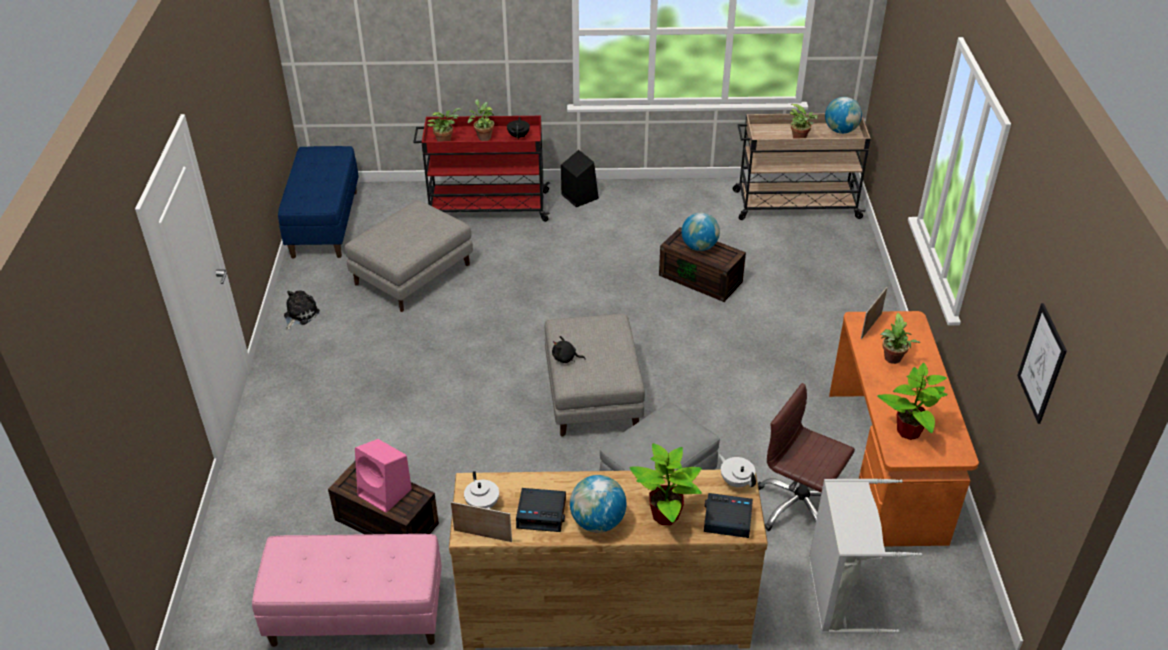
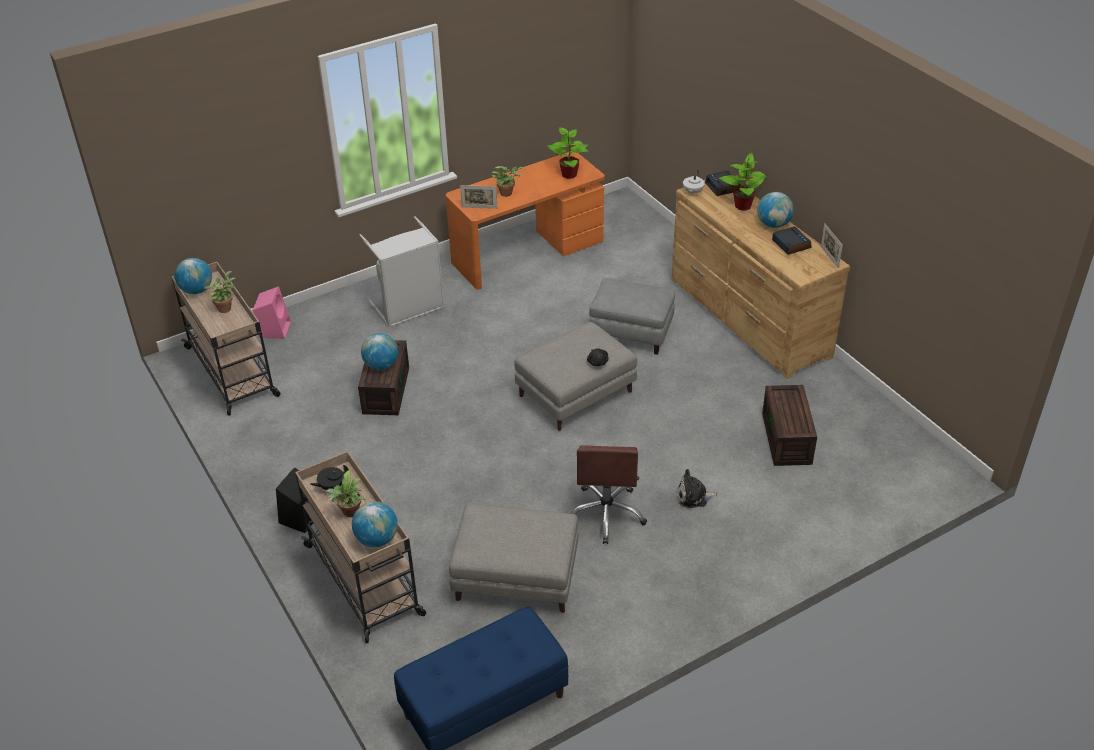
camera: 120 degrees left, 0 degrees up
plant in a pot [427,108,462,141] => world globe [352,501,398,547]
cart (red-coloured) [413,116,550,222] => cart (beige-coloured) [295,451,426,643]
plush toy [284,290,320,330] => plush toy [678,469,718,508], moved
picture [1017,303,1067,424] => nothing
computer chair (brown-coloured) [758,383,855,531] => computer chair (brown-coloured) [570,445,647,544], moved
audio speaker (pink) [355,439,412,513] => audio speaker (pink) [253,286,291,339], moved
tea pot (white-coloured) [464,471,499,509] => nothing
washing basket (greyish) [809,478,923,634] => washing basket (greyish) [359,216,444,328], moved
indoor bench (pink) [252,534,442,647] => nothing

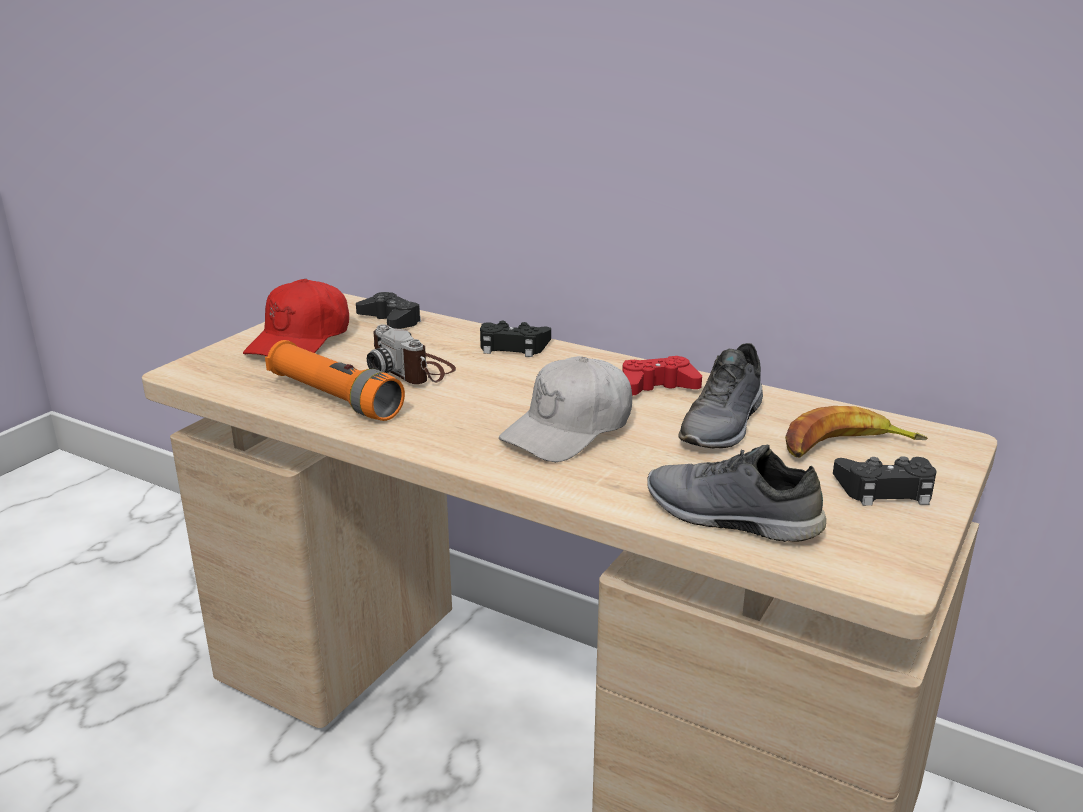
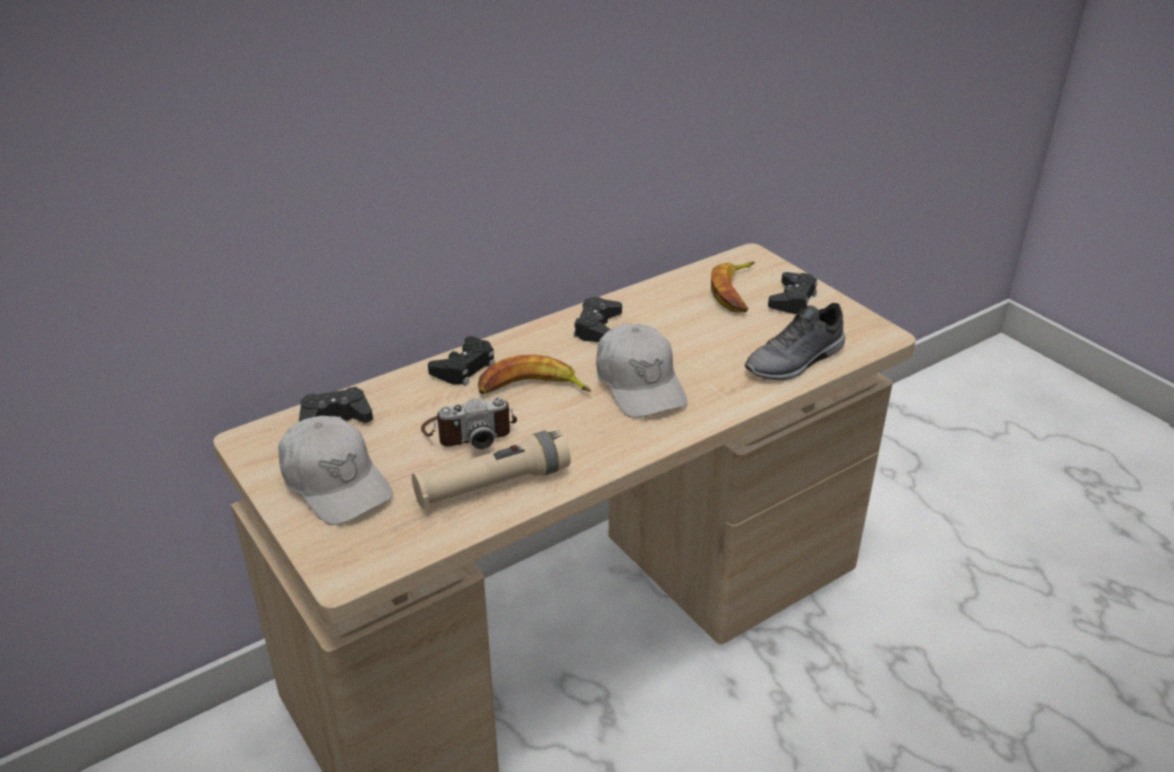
camera: 65 degrees left, 10 degrees up
baseball cap (red-coloured) [243,279,349,356] => baseball cap (white-coloured) [278,416,393,525]
torch (orange) [265,340,405,421] => torch (beige-coloured) [412,429,571,509]
low shoe (greyish) [678,343,763,448] => nothing
joypad (red-coloured) [622,356,702,395] => joypad (blackish) [574,297,622,342]
nothing => banana [478,355,591,394]

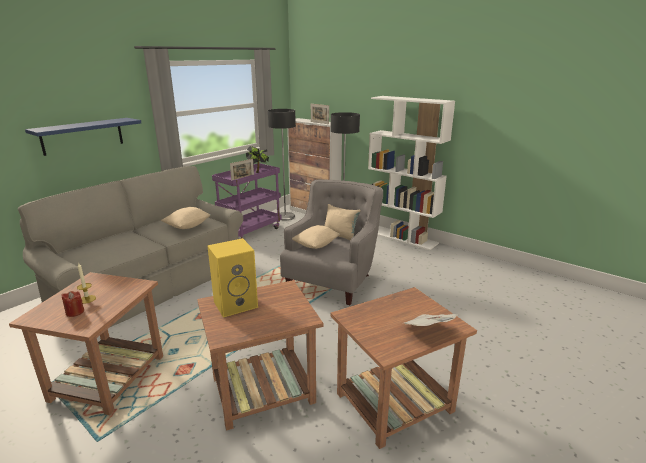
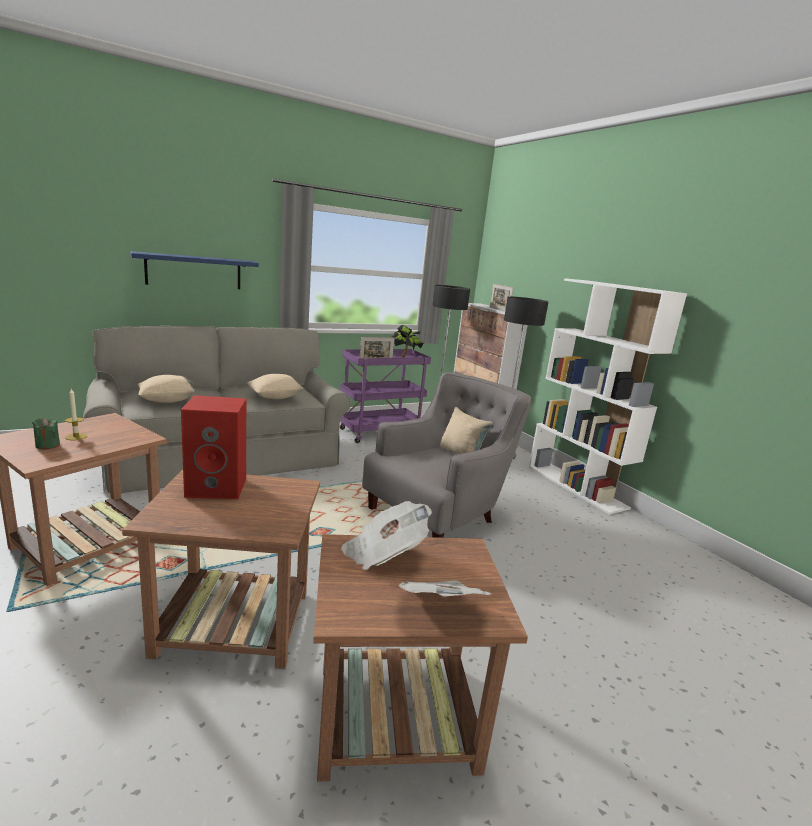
camera: 20 degrees right, 5 degrees down
cushion (beige-coloured) [292,225,340,249] => cushion (beige-coloured) [138,375,196,403], moved
audio speaker (yellow-coloured) [207,238,258,318] => audio speaker (red-coloured) [181,395,246,499]
candle (red-coloured) [62,291,84,317] => candle (green) [32,418,60,449]
nothing => printed paper [341,501,432,570]

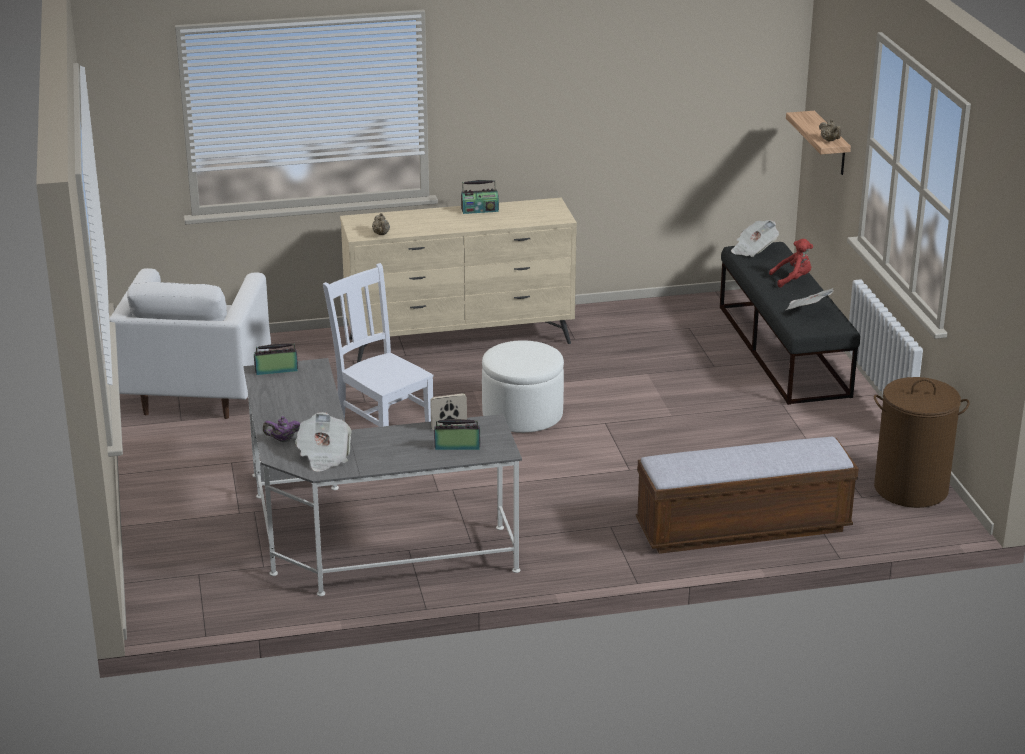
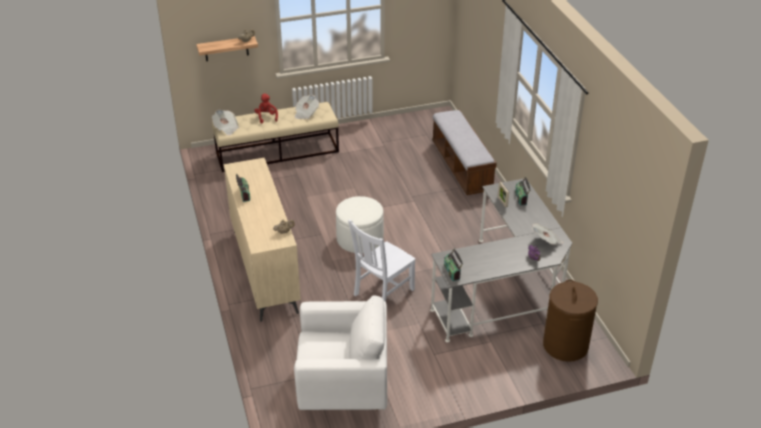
camera: 95 degrees left, 10 degrees up
indoor bench (blackish) [720,242,860,405] => indoor bench (beige-coloured) [212,102,339,172]
washing basket (brown-coloured) [874,377,970,508] => washing basket (brown-coloured) [543,280,598,362], moved

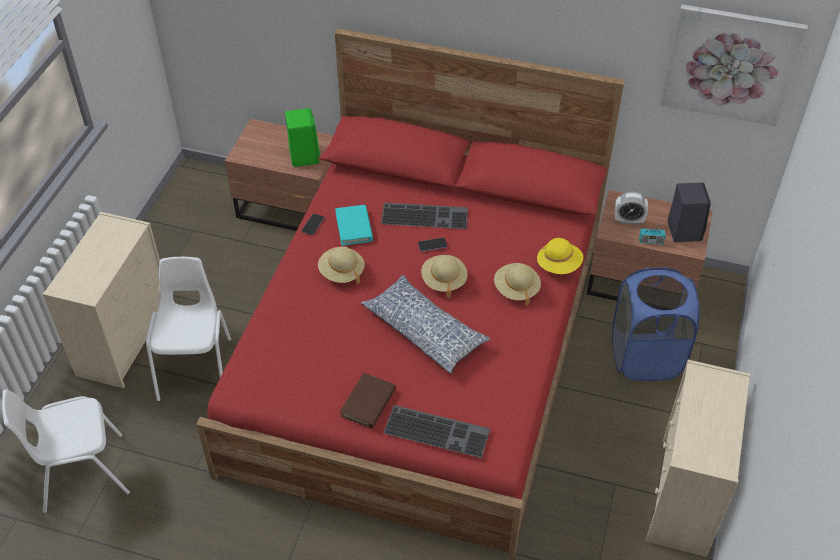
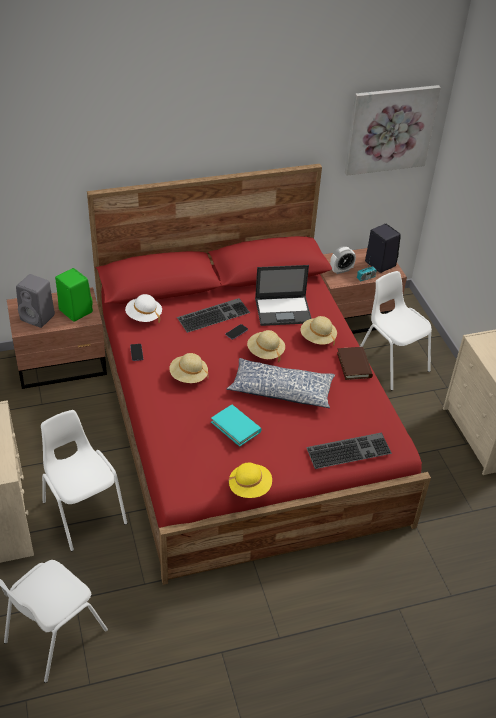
camera: 35 degrees left, 5 degrees down
volume (turquoise) [335,205,373,246] => volume (turquoise) [211,405,262,447], moved
clothing hat (yellow-coloured) [537,238,583,274] => clothing hat (yellow-coloured) [228,463,272,498], moved
washing basket (bluish) [612,267,700,381] => chair (white-coloured) [360,271,432,390]
volume (brown-coloured) [340,373,396,429] => volume (brown-coloured) [337,347,373,380], moved
nothing => notebook computer [255,265,312,326]
nothing => audio speaker (greyish) [16,274,55,328]
nothing => clothing hat (white-coloured) [125,294,162,323]

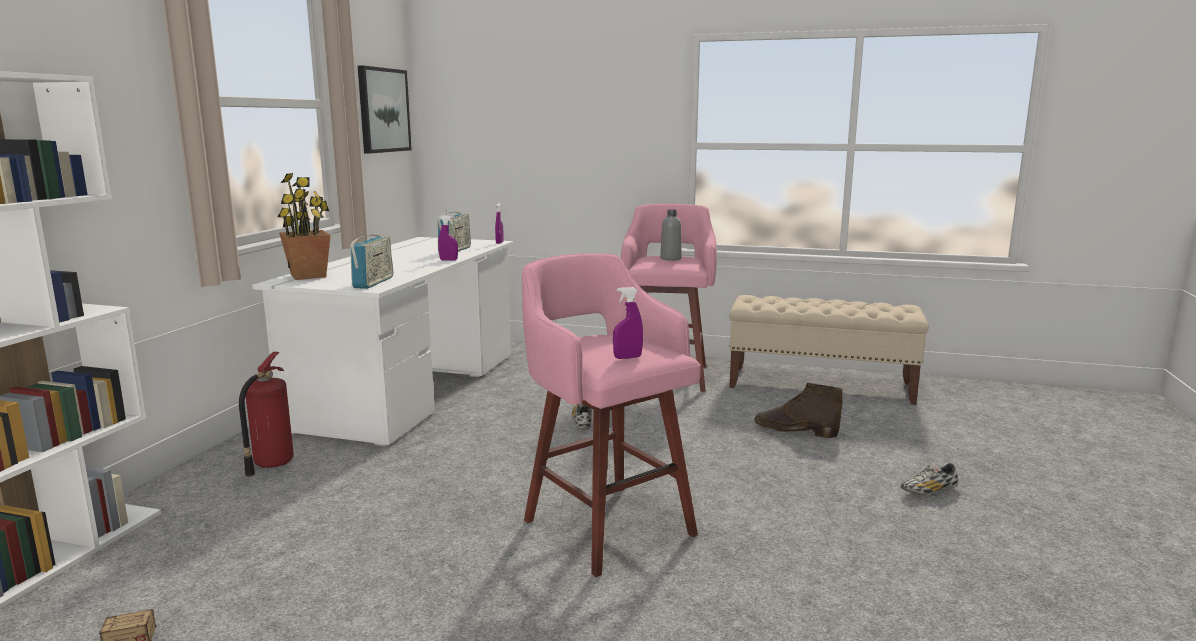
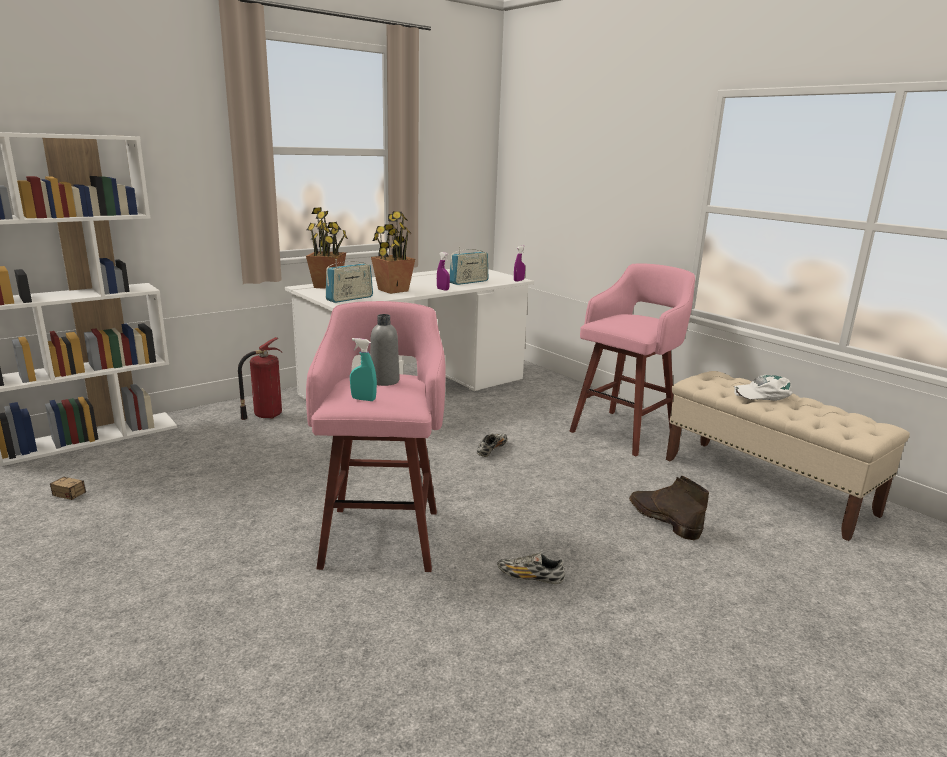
camera: 35 degrees right, 5 degrees up
picture [358,66,412,153] => nothing
drink bottle (greyish) [660,209,682,261] => drink bottle (greyish) [370,314,399,386], moved
spray bottle (purplish) [613,287,643,359] => spray bottle (turquoise) [350,338,377,401]
low shoe [901,463,958,494] => low shoe [497,552,565,584], moved
nothing => plant in a pot [371,211,415,294]
nothing => baseball cap (white-coloured) [734,375,793,401]

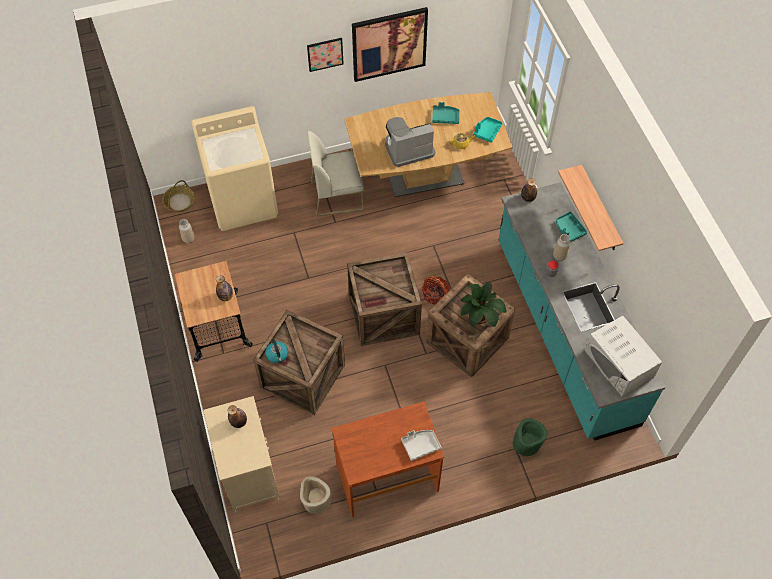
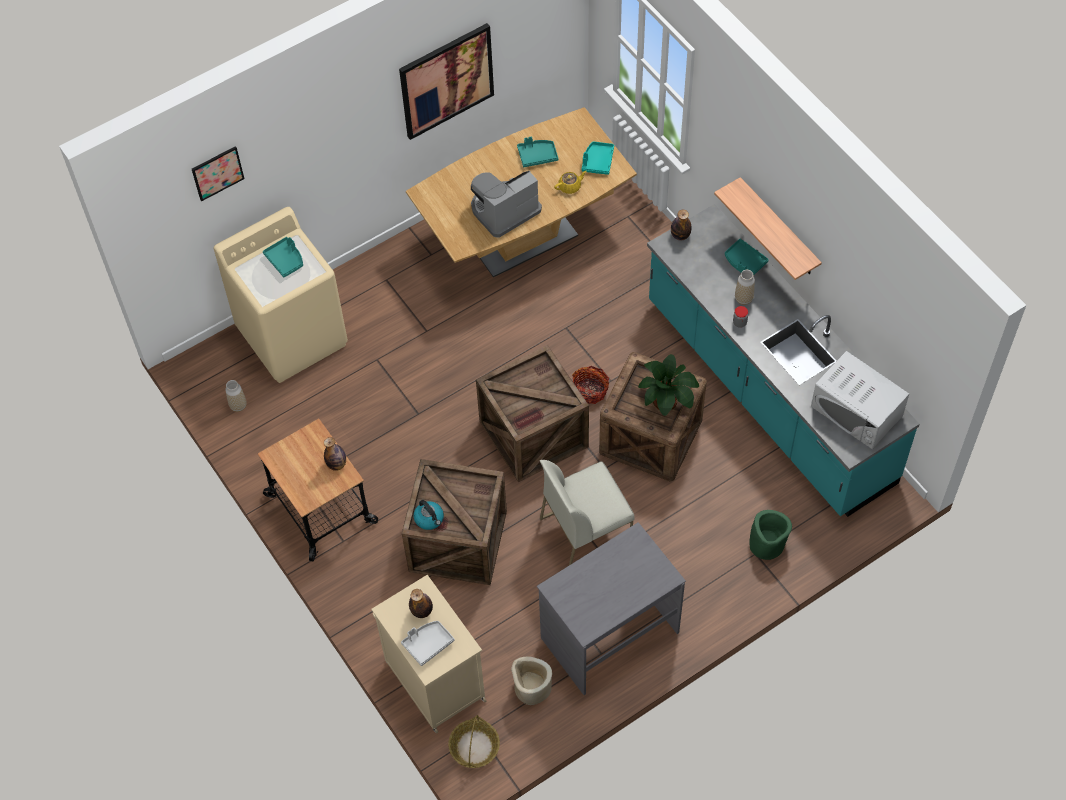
camera: 15 degrees left, 0 degrees up
picture [307,38,344,72] => picture [192,146,244,201], moved
chair (white-coloured) [307,130,364,217] => chair (white-coloured) [540,460,634,565], moved
basket [162,180,195,212] => basket [448,715,500,768], moved
desk unit (brown-coloured) [331,402,445,518] => desk unit (greyish) [537,522,686,695]
carrying tray (greyish) [401,430,442,461] => carrying tray (greyish) [401,621,455,666], moved
nothing => carrying tray (turquoise) [263,237,303,277]

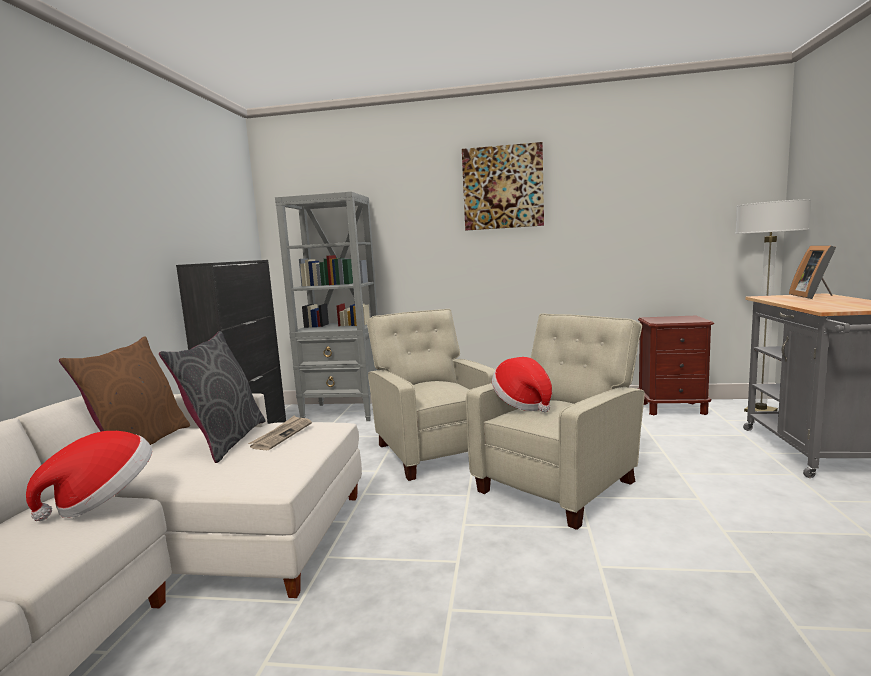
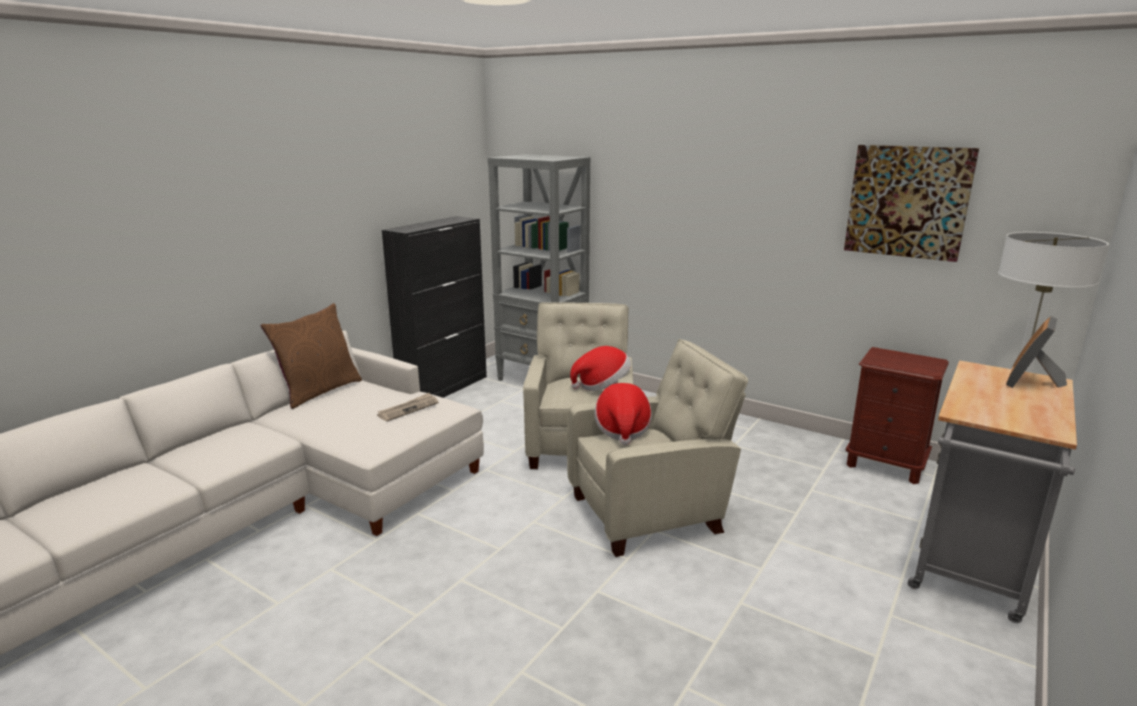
camera: 25 degrees right, 10 degrees up
picture [462,142,544,231] => picture [844,145,979,262], moved
cushion (greyish) [159,331,266,463] => nothing
clothing hat [26,431,152,521] => clothing hat [570,346,631,391], moved

